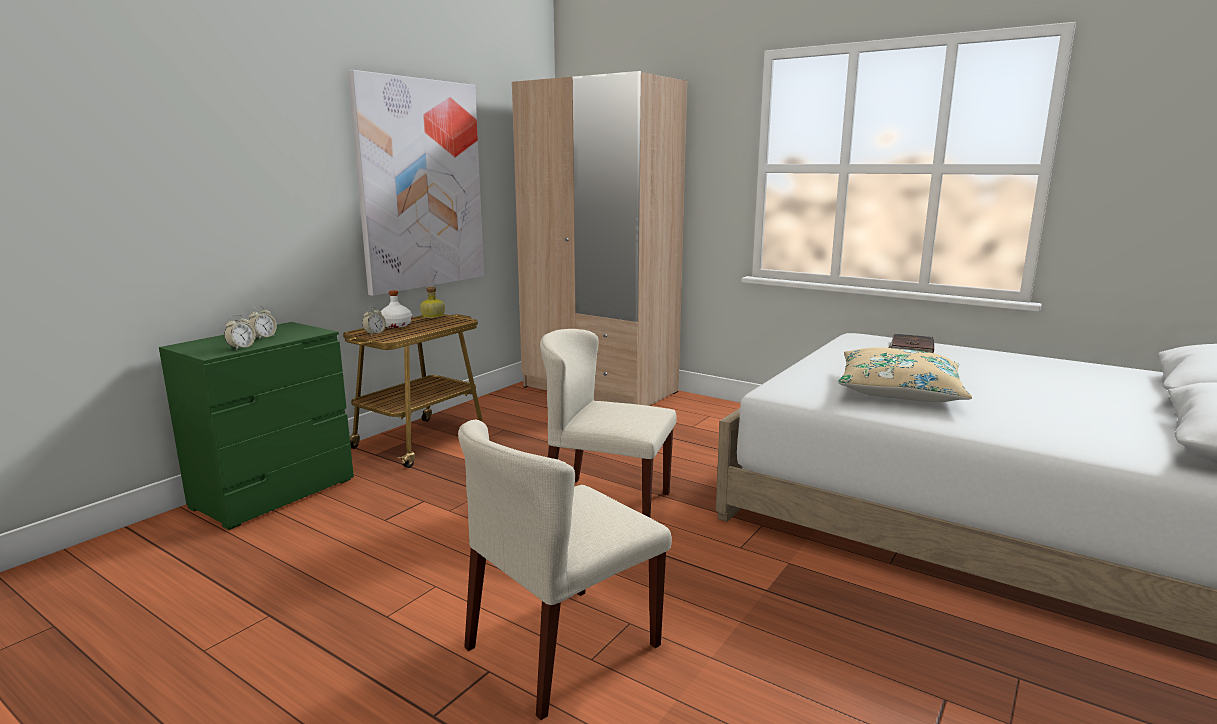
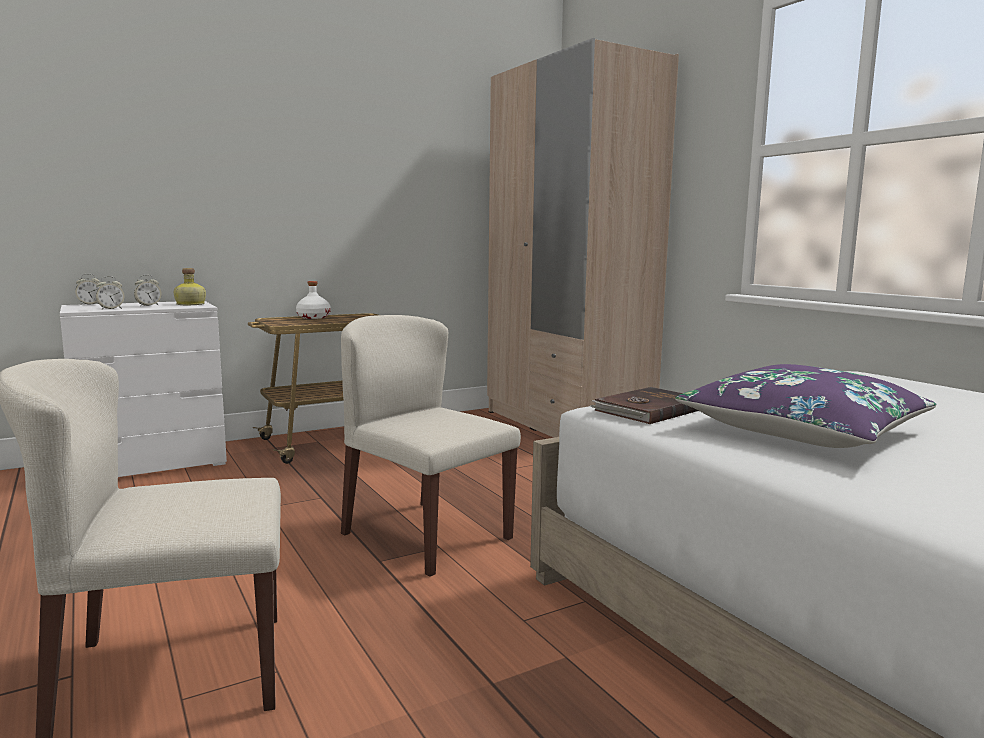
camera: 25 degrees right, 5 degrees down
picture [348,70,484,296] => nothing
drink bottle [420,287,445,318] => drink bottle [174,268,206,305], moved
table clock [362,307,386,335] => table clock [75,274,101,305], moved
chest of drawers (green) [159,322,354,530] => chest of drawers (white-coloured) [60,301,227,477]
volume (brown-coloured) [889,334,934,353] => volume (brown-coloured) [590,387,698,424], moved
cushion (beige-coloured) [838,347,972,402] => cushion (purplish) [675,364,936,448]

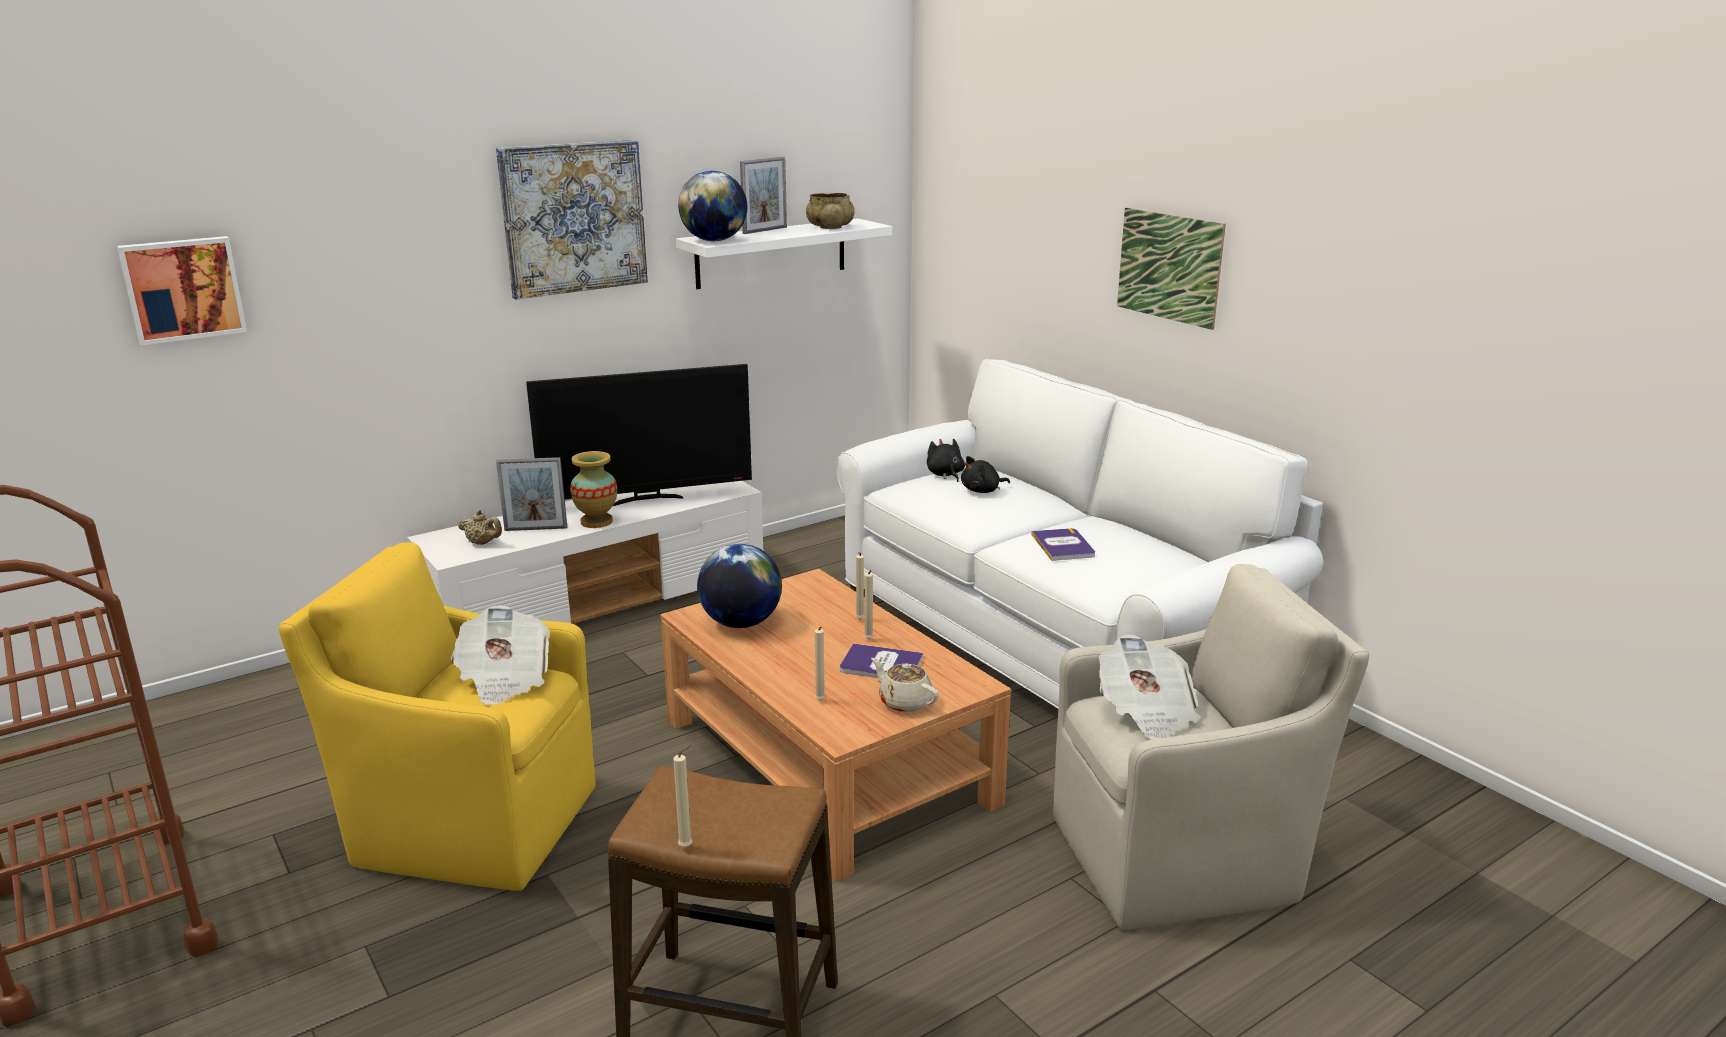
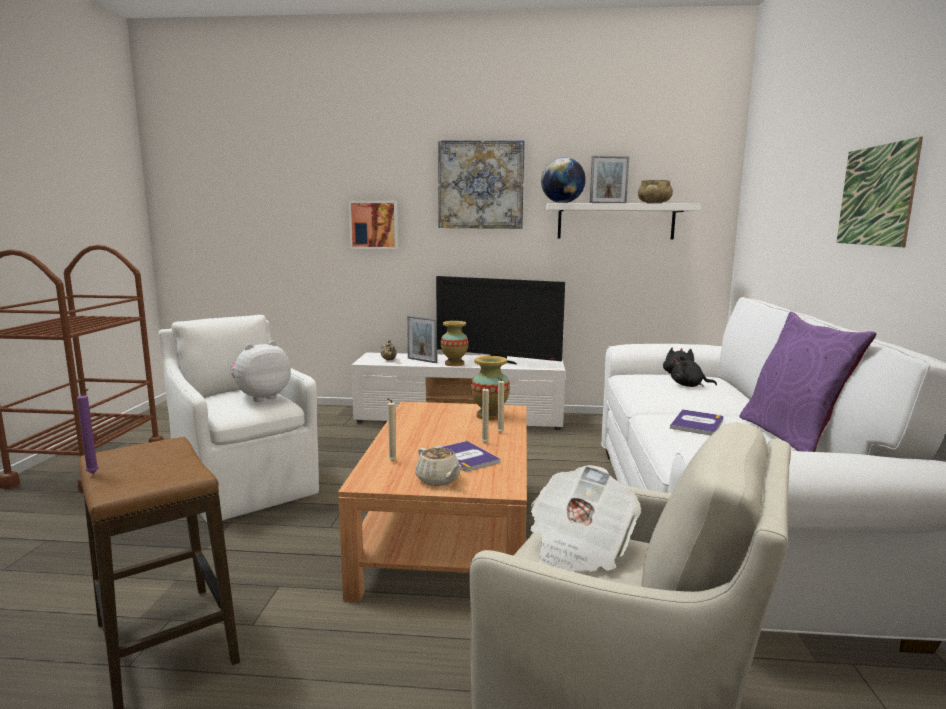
camera: 40 degrees right, 10 degrees down
picture [117,236,247,345] => picture [349,201,398,249], moved
easy chair (yellow-coloured) [279,542,596,891] => easy chair (white-coloured) [158,314,319,522]
world globe [697,544,782,628] => nothing
printed paper [451,605,550,705] => plush toy [230,341,291,402]
tea pot (beige-coloured) [871,658,939,712] => tea pot (beige-coloured) [415,445,461,486], 150 degrees clockwise
candle (beige-coloured) [673,745,693,847] => candle (purplish) [77,389,99,474]
nothing => cushion (purplish) [739,311,876,452]
nothing => decorative vase [471,356,510,420]

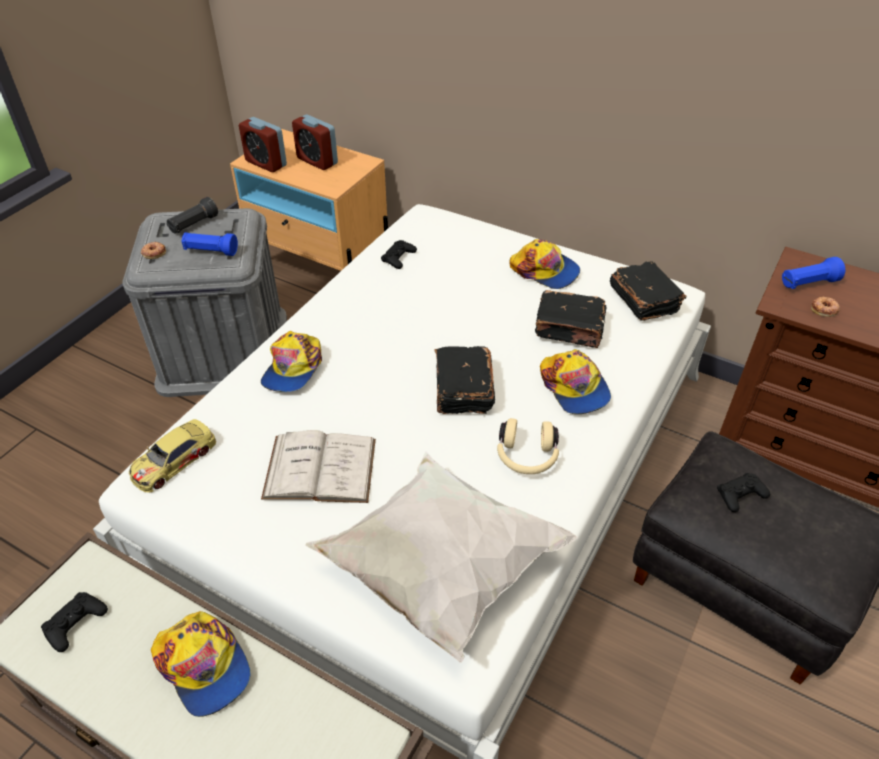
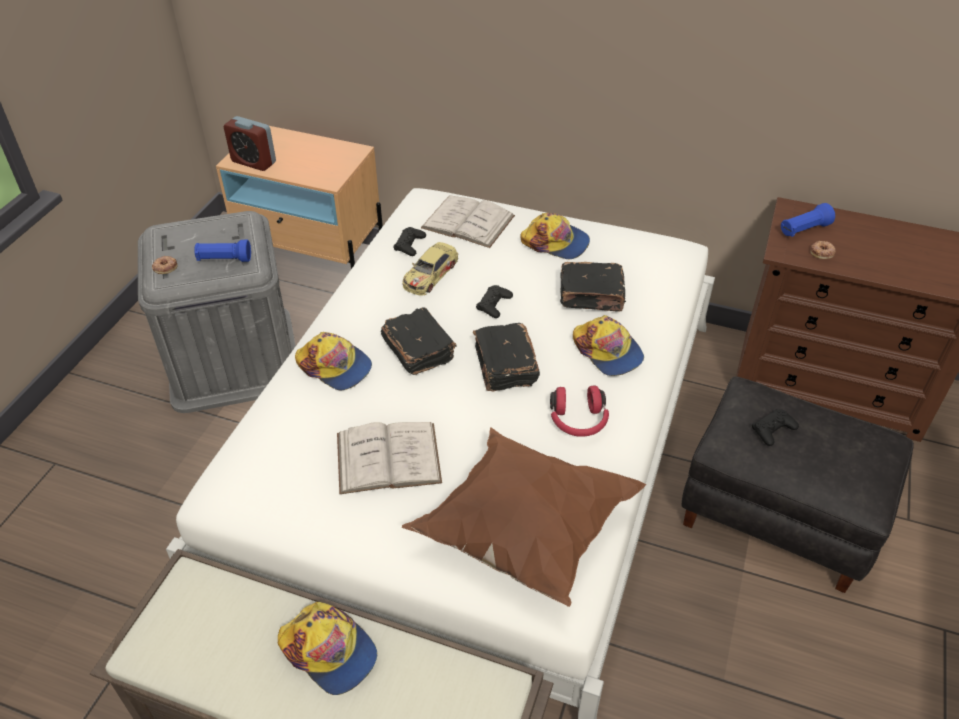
camera: 10 degrees left, 0 degrees up
table clock [292,114,338,170] => nothing
torch (blackish) [167,197,218,234] => nothing
volume (blackish) [610,261,686,321] => volume (blackish) [381,307,456,375], moved
baseball cap [261,331,322,392] => baseball cap [295,332,372,390], 60 degrees counterclockwise
headphones (beige-coloured) [497,418,559,474] => headphones (red-coloured) [550,386,609,437]
toy car [129,419,216,493] => toy car [403,242,458,296], moved
cushion (white-coloured) [305,451,578,663] => cushion (brown-coloured) [402,427,646,607]
joypad (blackish) [41,592,108,652] => joypad (blackish) [476,285,513,318], moved
nothing => volume (white-coloured) [421,195,515,248]

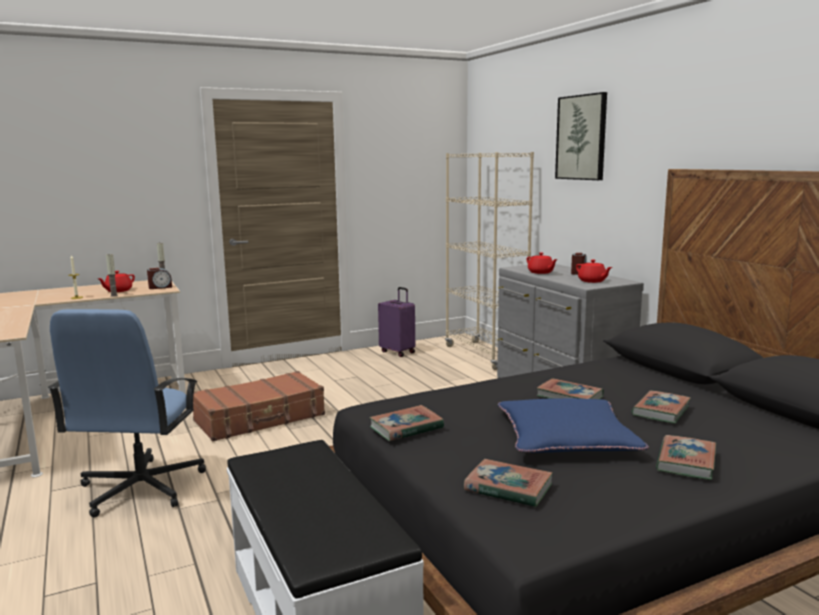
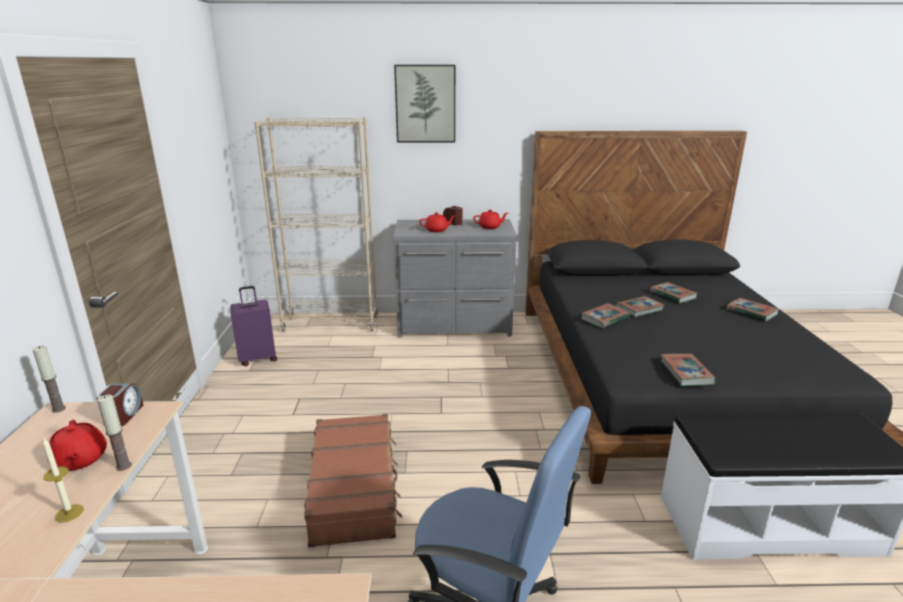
camera: 65 degrees left, 10 degrees up
cushion (bluish) [498,398,649,453] => nothing
volume [464,459,553,507] => volume [581,303,630,328], moved

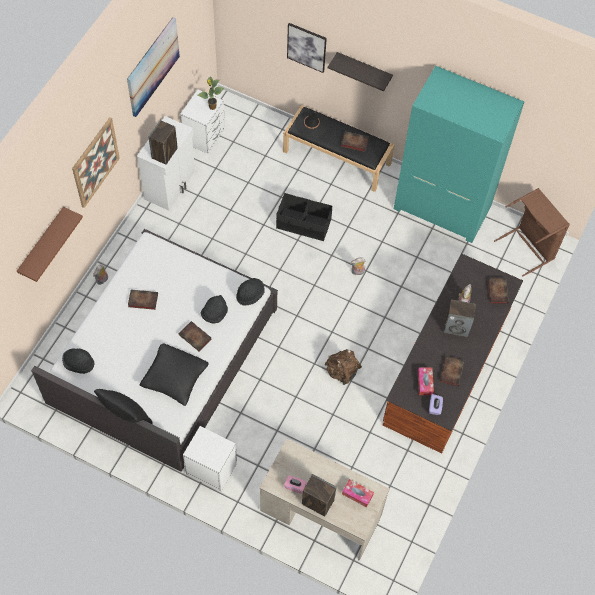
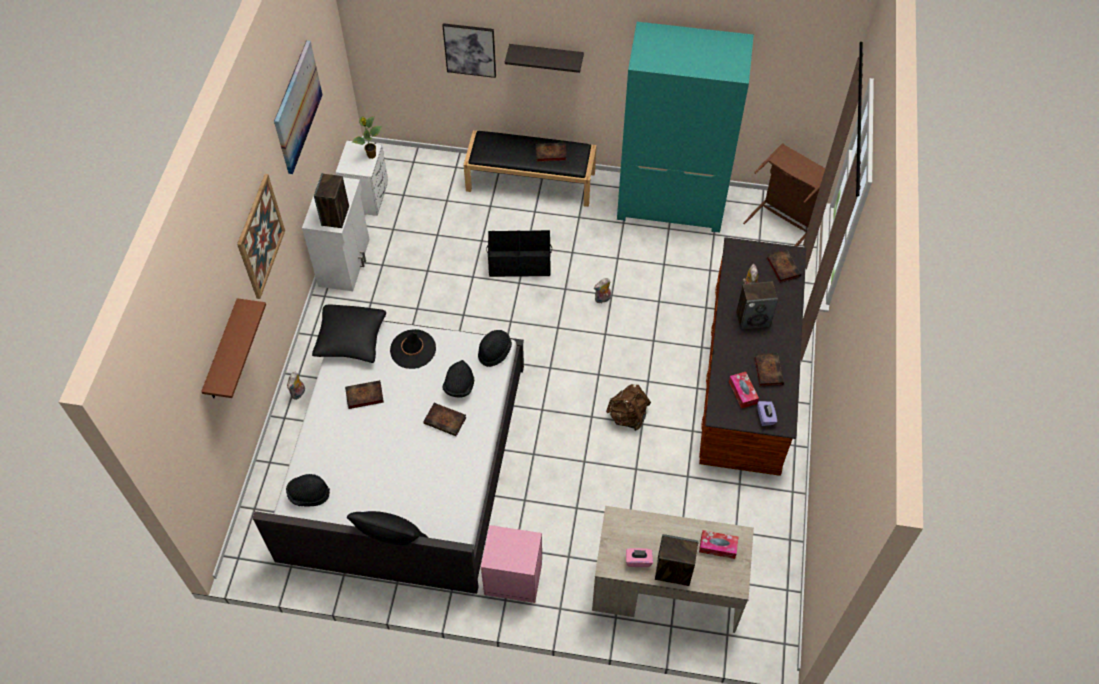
camera: 15 degrees left, 5 degrees down
clothing hat (blackish) [295,111,328,139] => clothing hat (blackish) [390,329,436,369], moved
cushion (blackish) [140,343,208,406] => cushion (blackish) [312,304,386,363], moved
night table (white-coloured) [183,426,237,492] => night table (pink) [481,525,542,603]

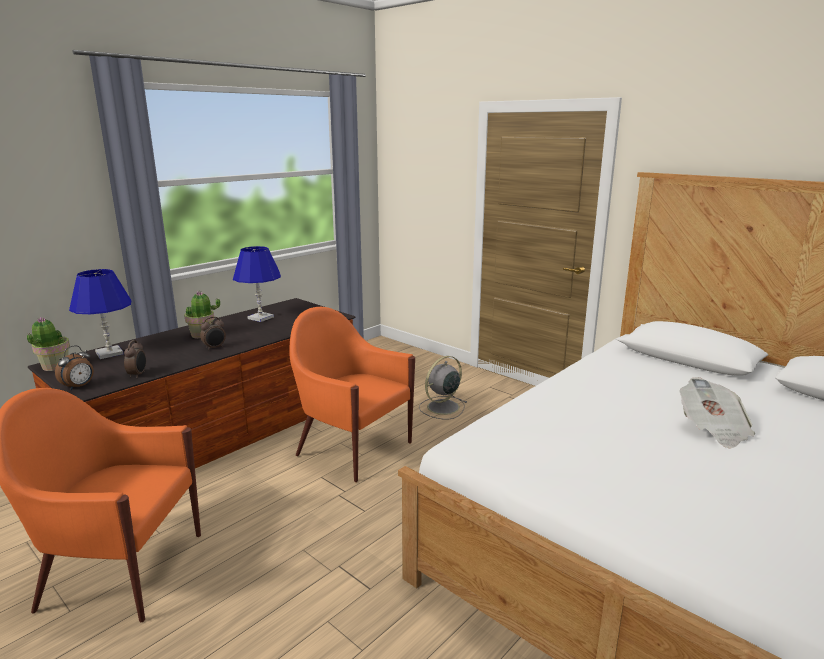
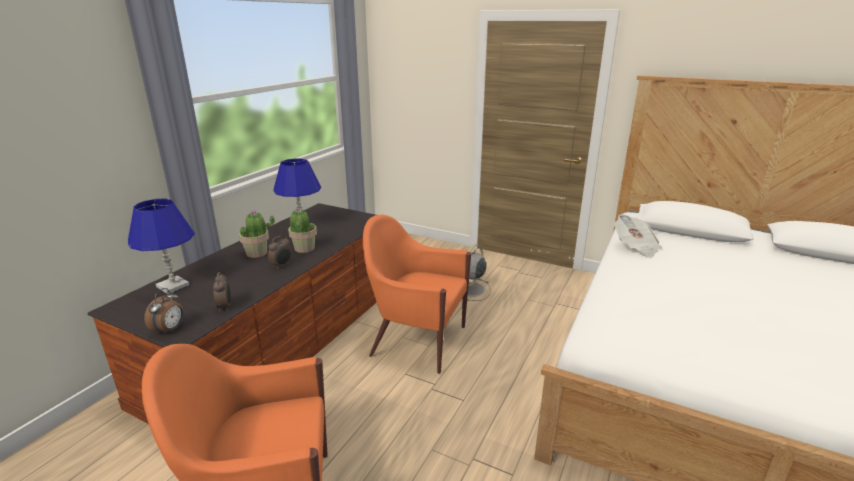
camera: 15 degrees left, 5 degrees up
plant in a pot [26,317,70,371] => plant in a pot [288,207,317,253], moved
printed paper [679,377,755,449] => printed paper [614,214,662,259], moved

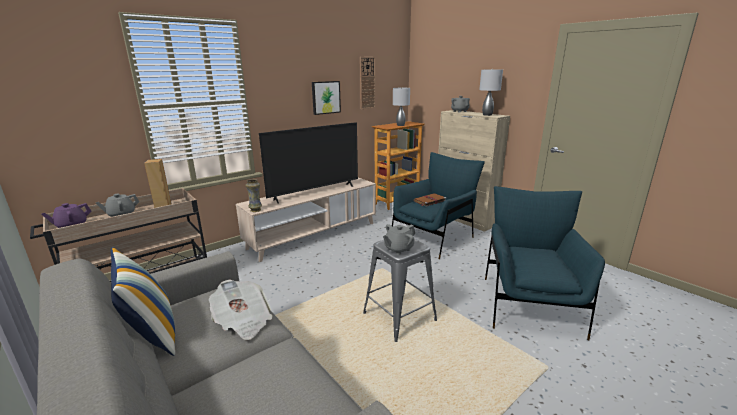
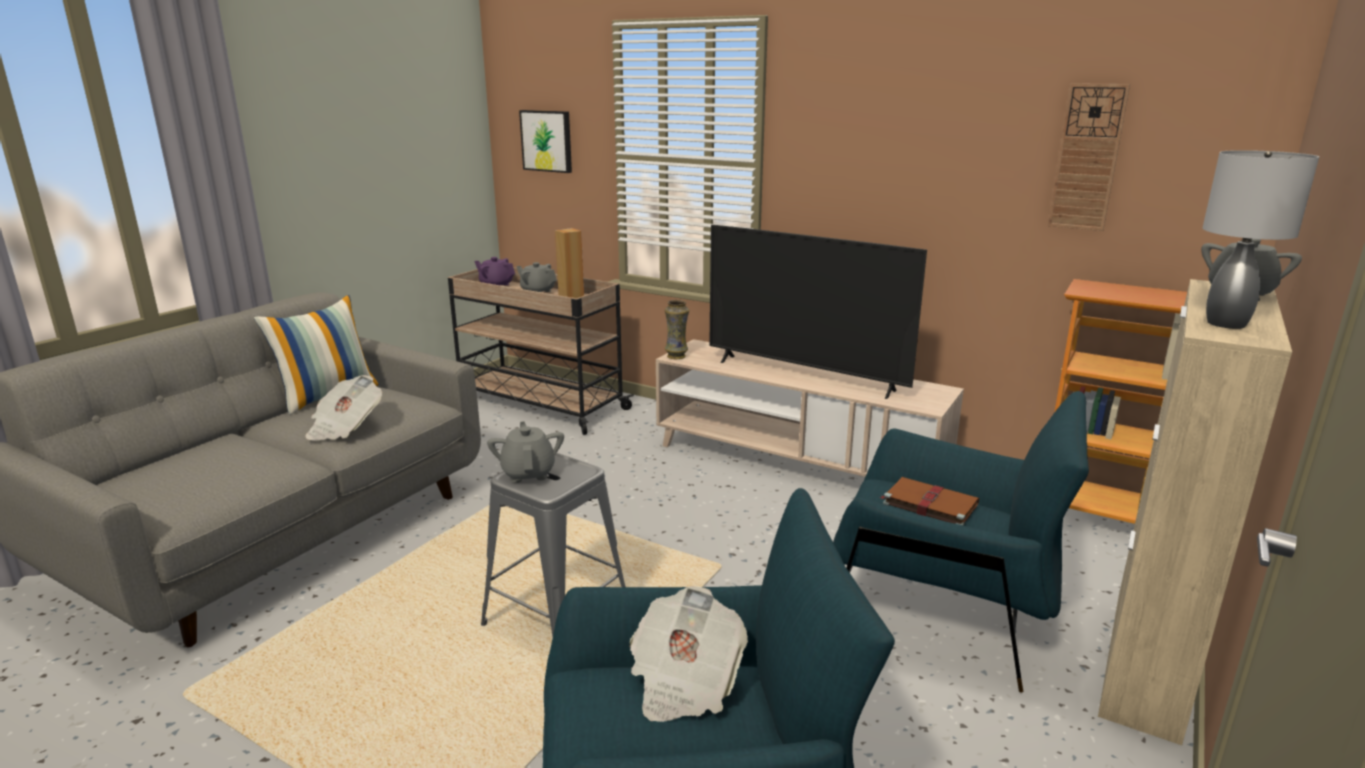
camera: 70 degrees right, 0 degrees up
picture [312,81,341,115] => picture [519,110,572,173], moved
table lamp (greyish) [393,87,410,126] => nothing
tea pot (greyish) [383,224,415,255] => tea pot (greyish) [487,421,564,483], 45 degrees clockwise
nothing => printed paper [629,586,748,722]

